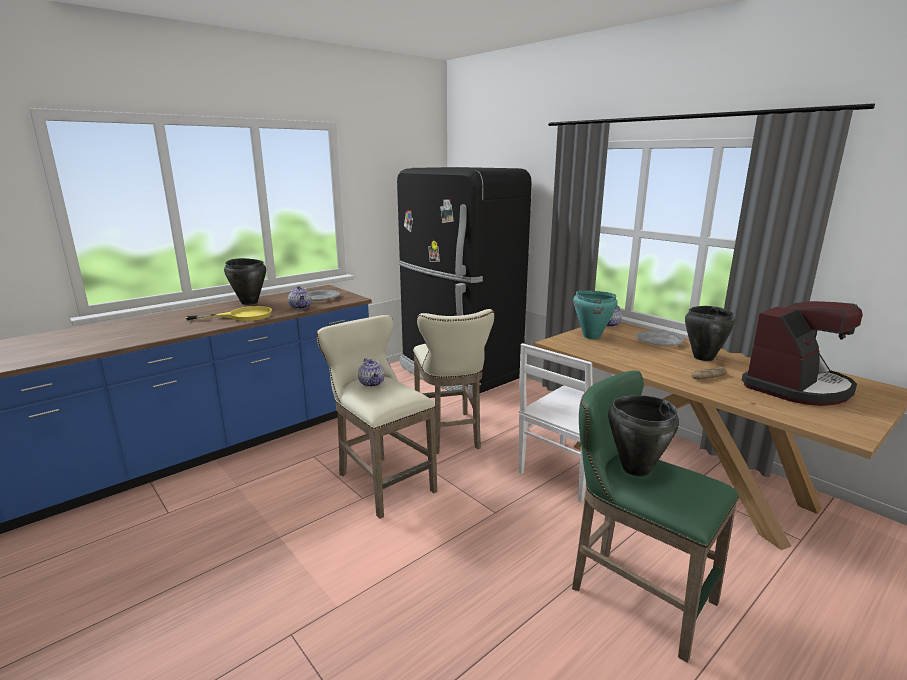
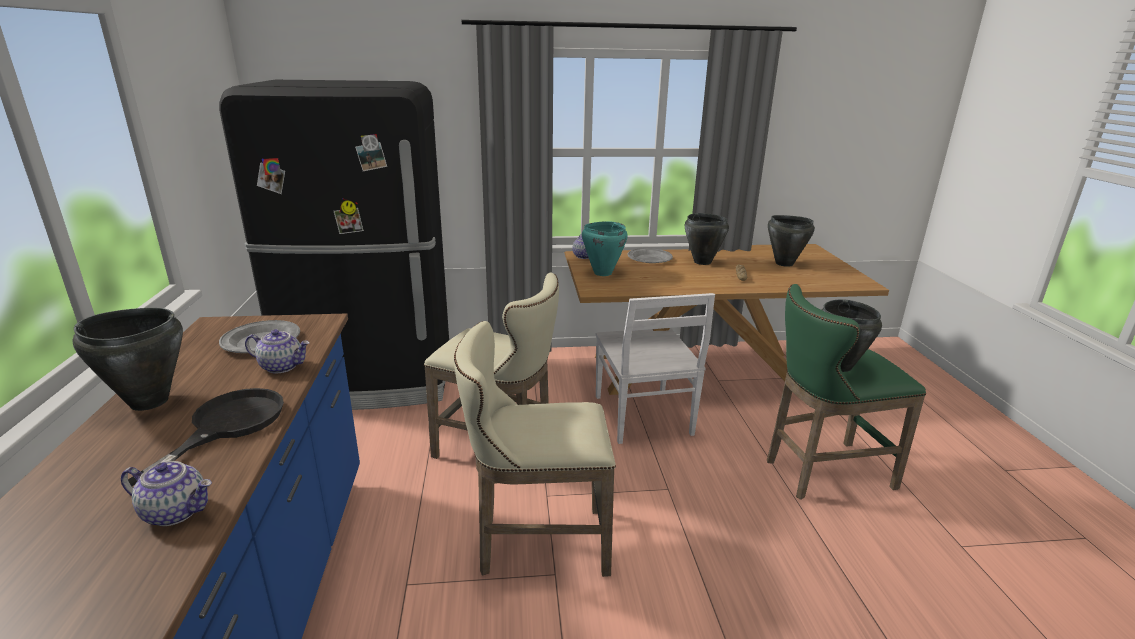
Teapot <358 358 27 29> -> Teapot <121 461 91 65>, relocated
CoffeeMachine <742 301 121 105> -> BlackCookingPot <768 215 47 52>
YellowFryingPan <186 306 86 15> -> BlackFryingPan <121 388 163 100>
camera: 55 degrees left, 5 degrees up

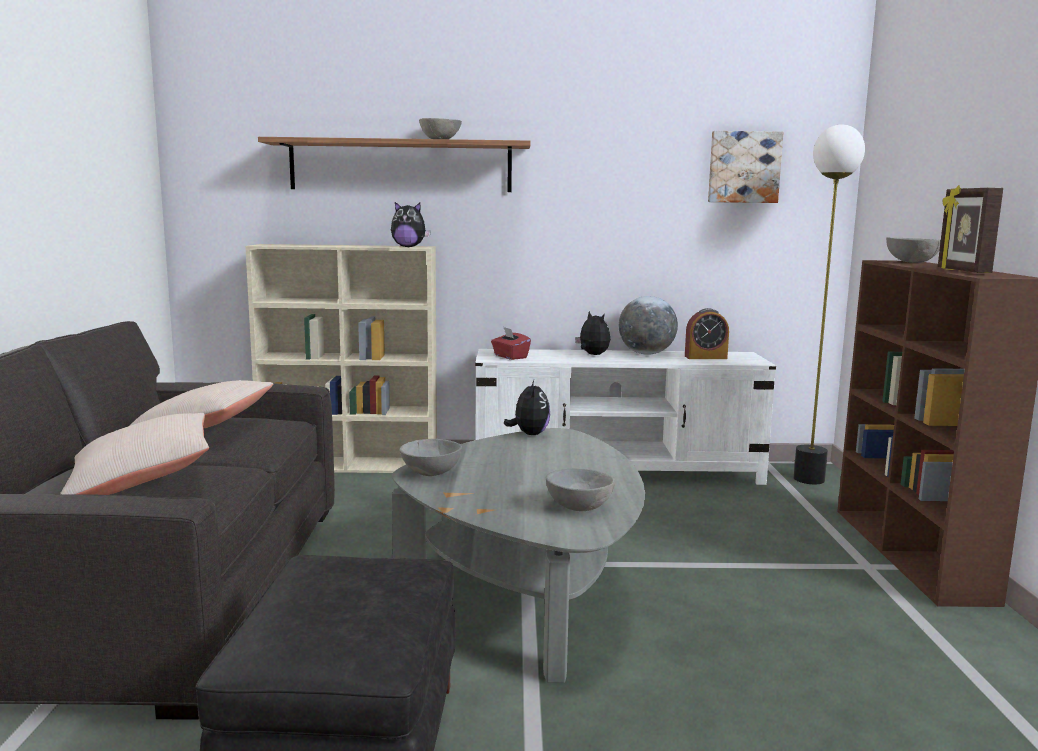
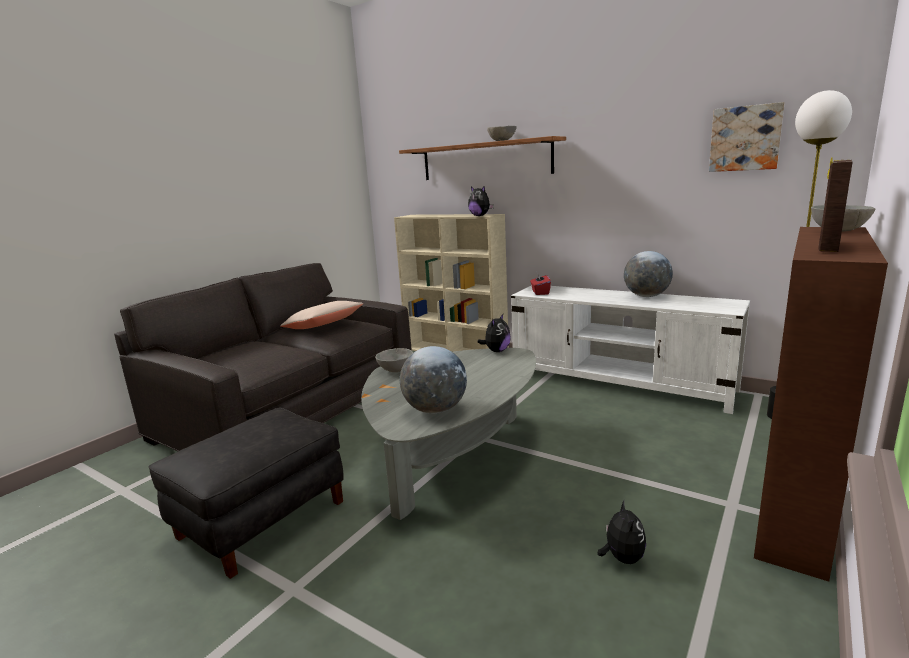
BeigePillow <60 413 149 82> -> none
AlarmClock <685 308 44 51> -> none
PlushToy <575 311 35 44> -> PlushToy <598 501 48 63>, relocated
GreyBowl <546 469 69 42> -> Globe <400 346 67 68>
camera: 35 degrees right, 5 degrees up

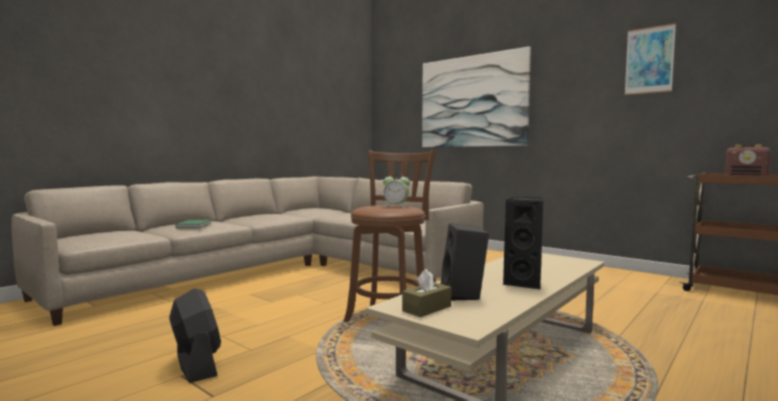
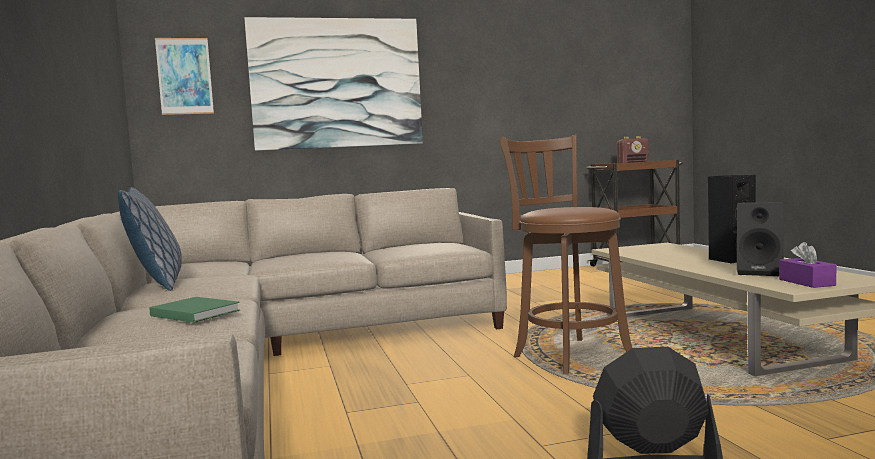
AlarmClock <383 172 27 36> -> none
none -> Pillow <118 187 64 104>
Picture <625 23 51 72> -> Picture <155 38 59 77>, relocated
BrownTissueBox <402 269 49 48> -> PurpleTissueBox <779 242 57 46>
camera: 55 degrees left, 0 degrees up

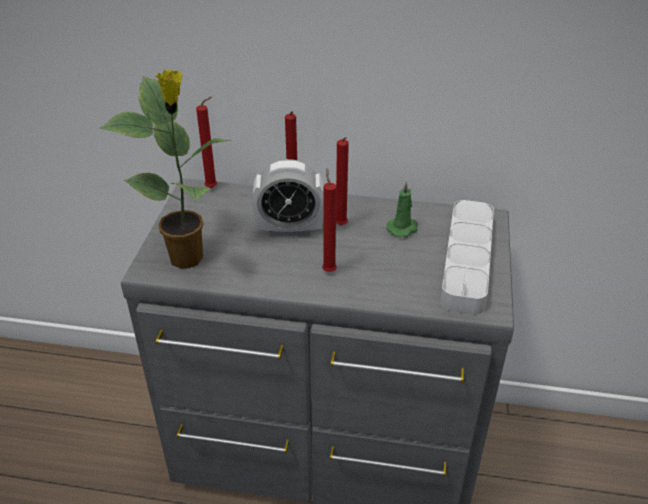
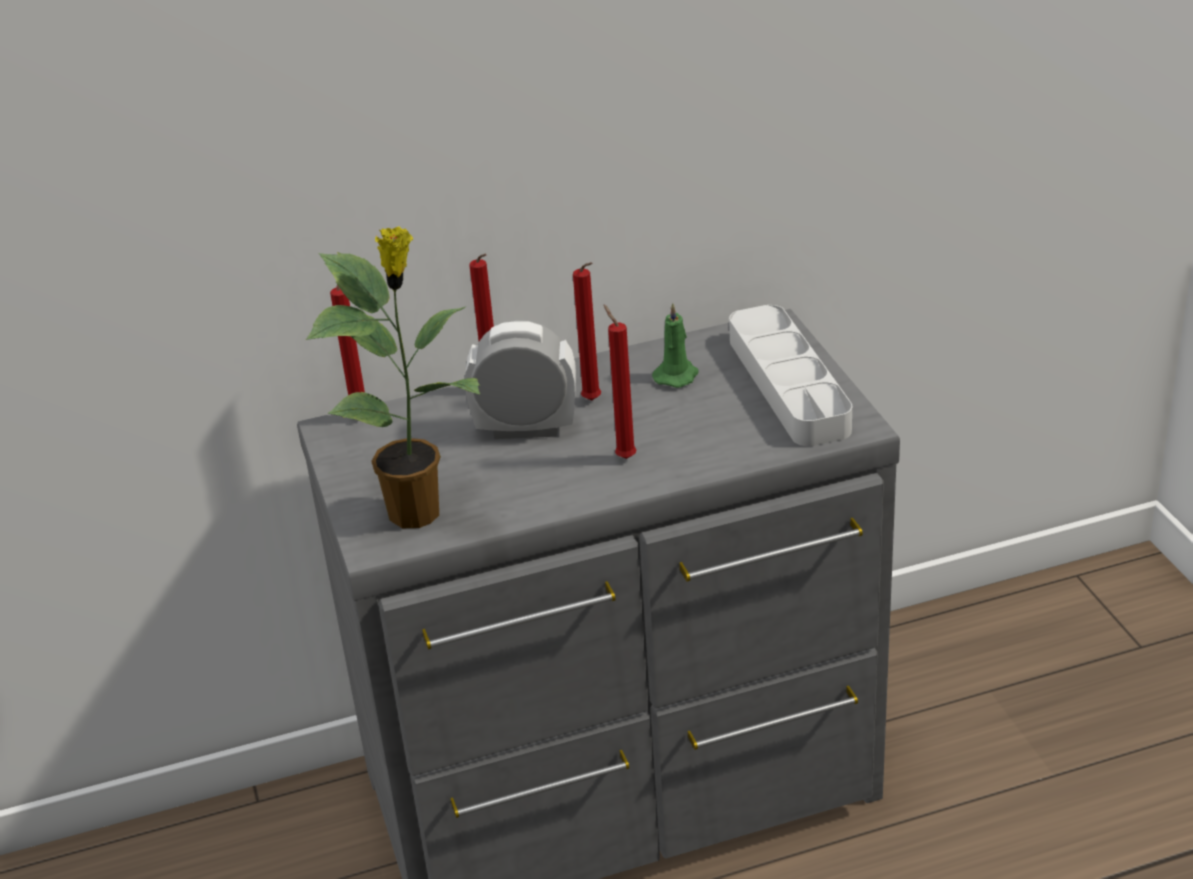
AlarmClock <252 159 72 77> -> AlarmClock <465 320 111 119>, 150 degrees counterclockwise
camera: 25 degrees left, 5 degrees down

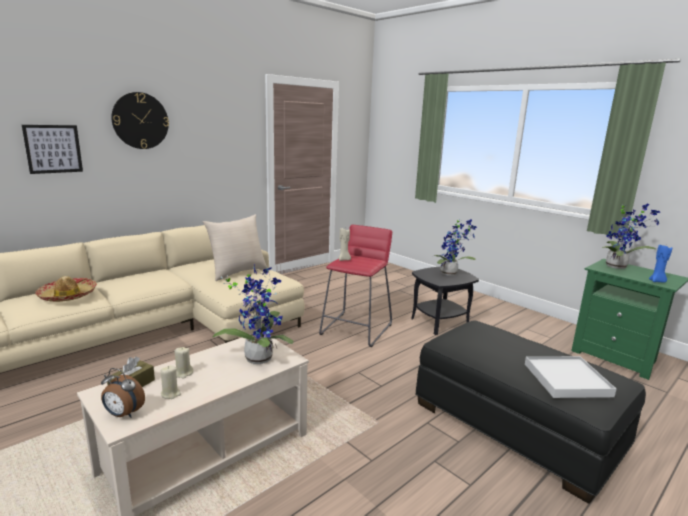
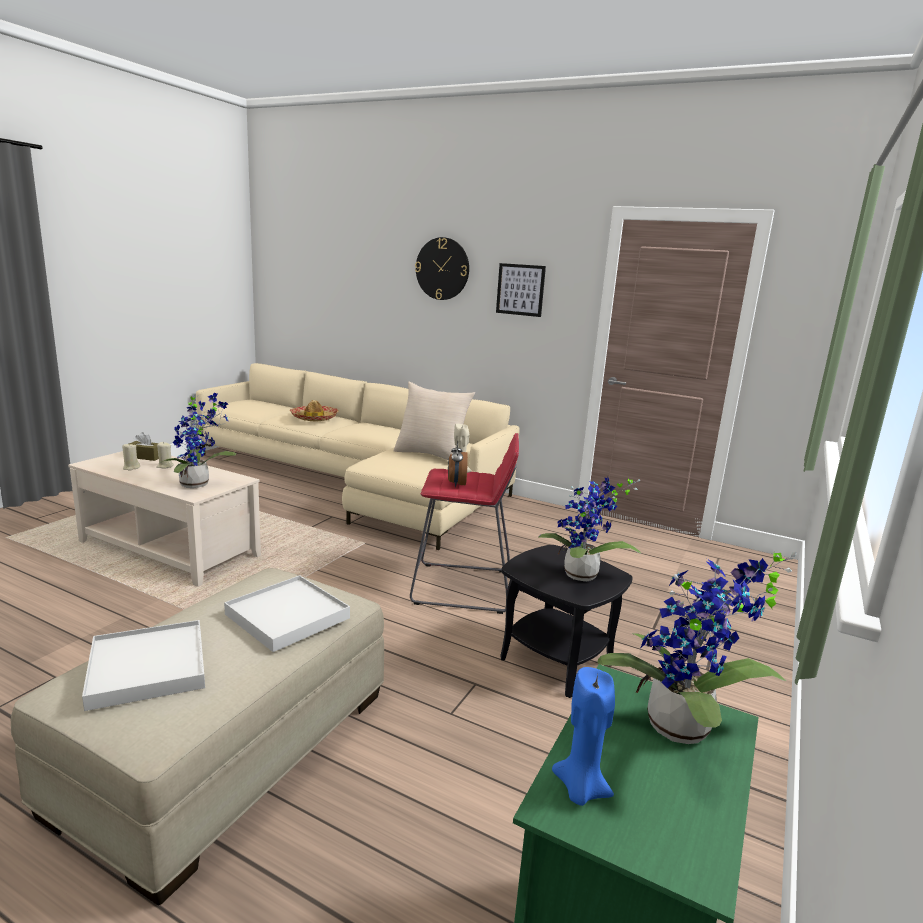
none -> WhiteTray <224 575 126 77>
Picture <22 125 61 49> -> Picture <496 263 50 54>, relocated
AlarmClock <101 368 44 50> -> AlarmClock <448 441 20 46>, relocated
BlackOttoman <415 321 231 183> -> BeigeOttoman <11 568 373 337>
camera: 70 degrees right, 0 degrees up

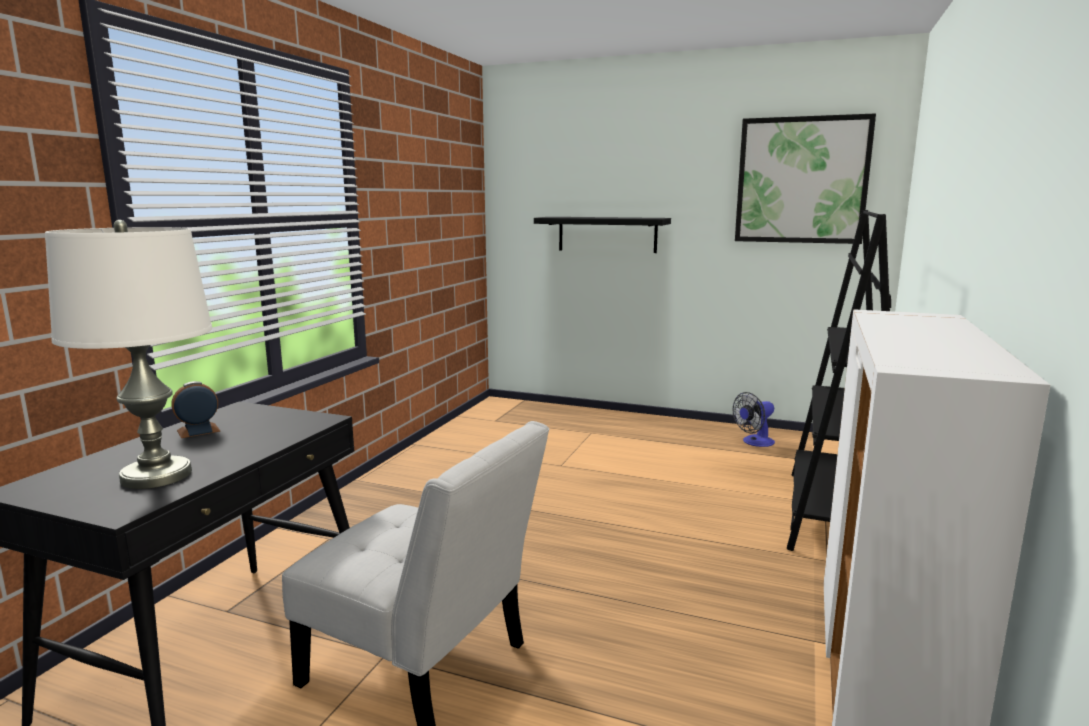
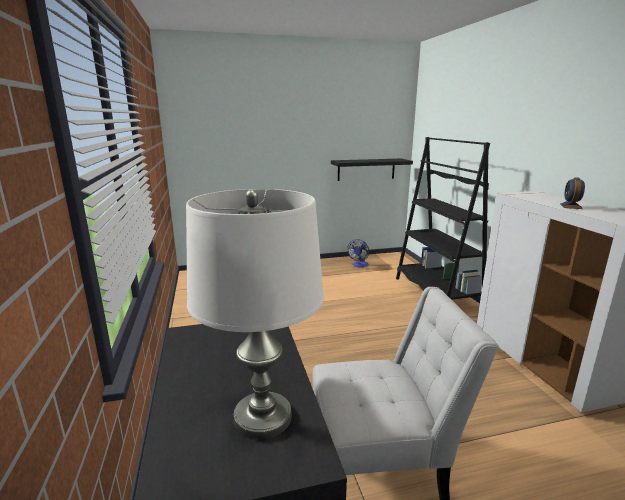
Picture <735 113 141 131> -> none
AlarmClock <171 381 49 57> -> AlarmClock <560 177 25 32>, relocated
BlackShelf <534 217 137 36> -> BlackShelf <331 158 82 23>, relocated
camera: 35 degrees left, 5 degrees up

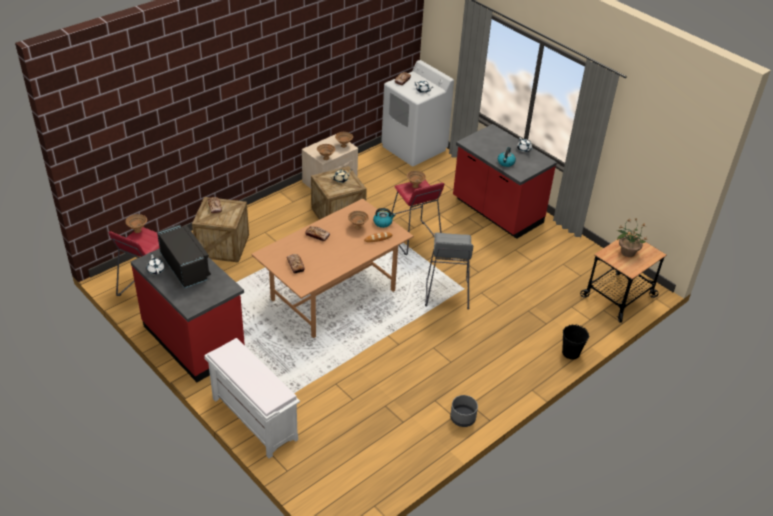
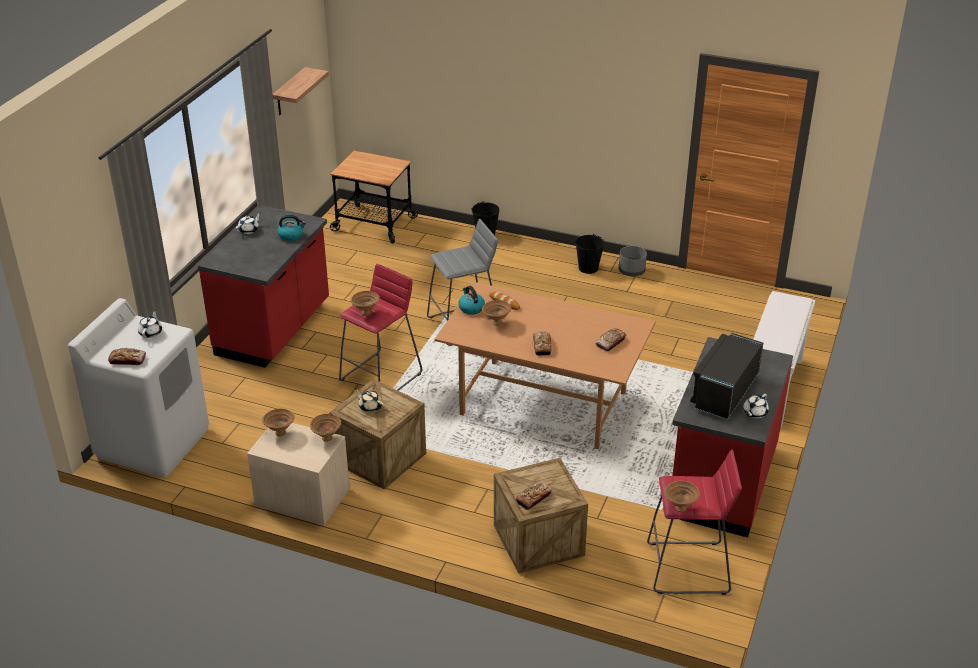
PottedPlant <617 218 30 39> -> none
none -> Shelf <273 67 56 48>
none -> BlackBucket <575 234 30 40>
camera: 115 degrees left, 5 degrees down

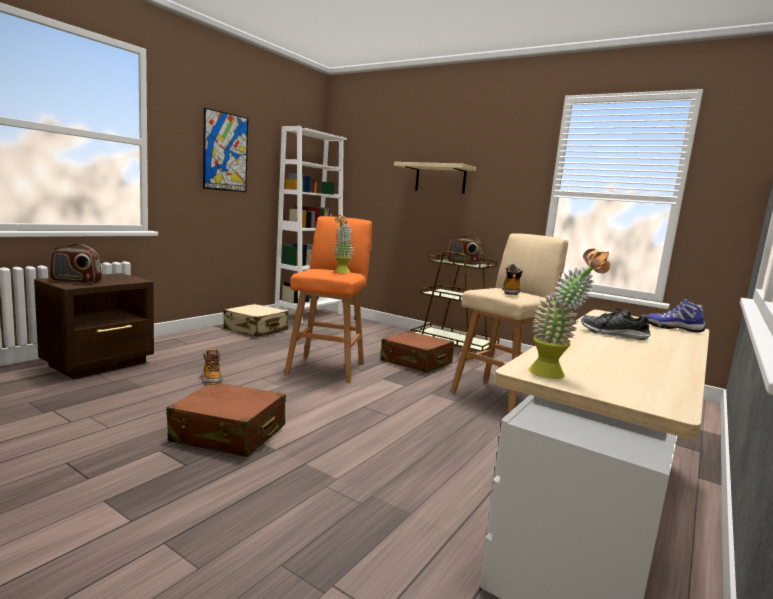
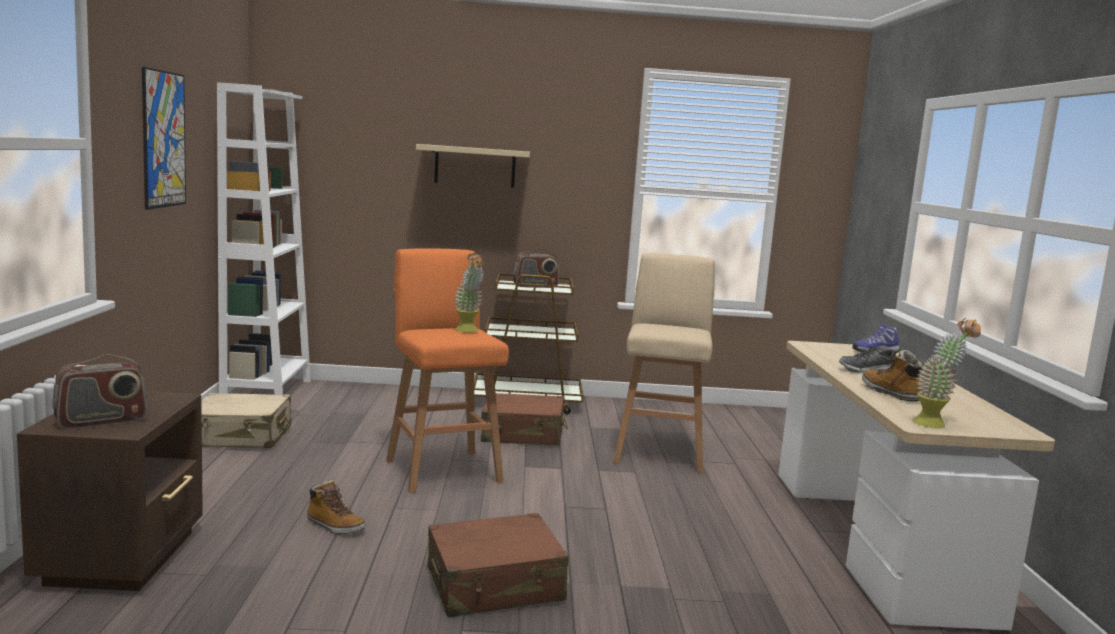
Boot <502 263 21 32> -> Boot <862 350 62 52>, relocated
camera: 35 degrees left, 0 degrees up

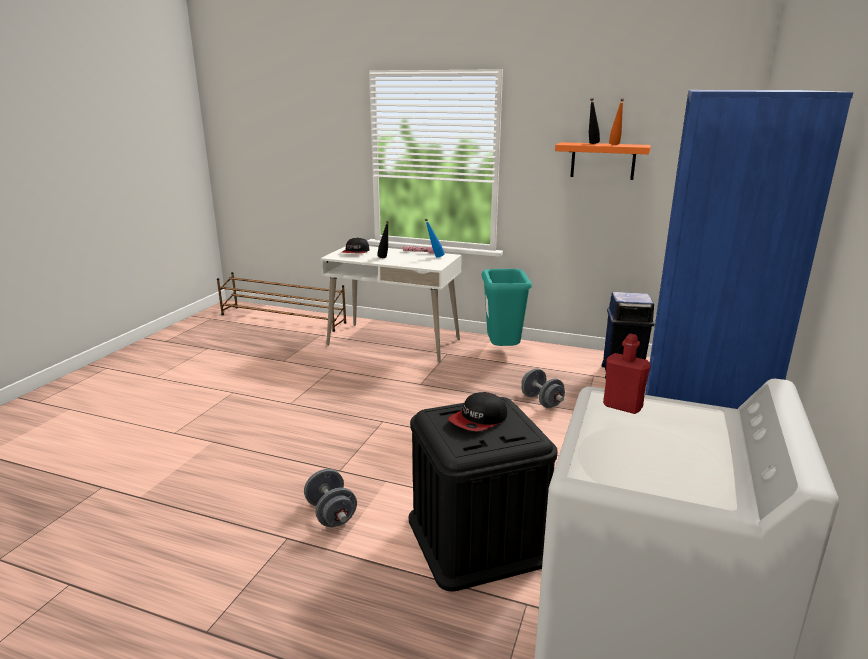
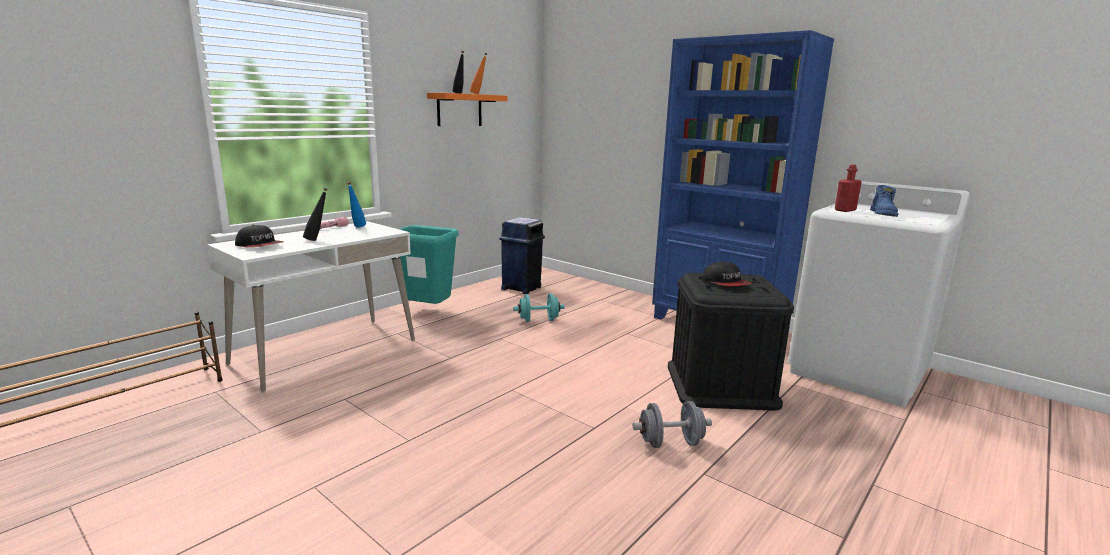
none -> BlueBoot <870 185 28 32>
GreyDumbbell <521 369 44 39> -> TurquoiseDumbbell <513 293 52 29>
camera: 70 degrees left, 5 degrees down

